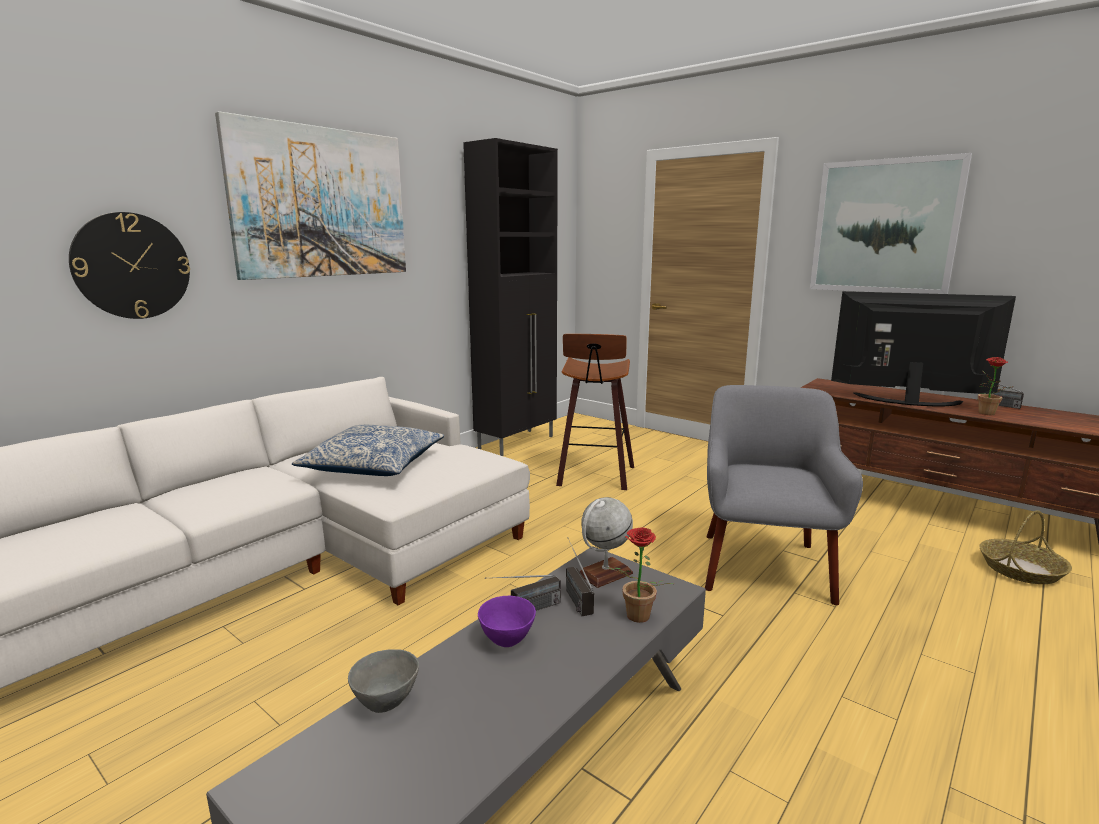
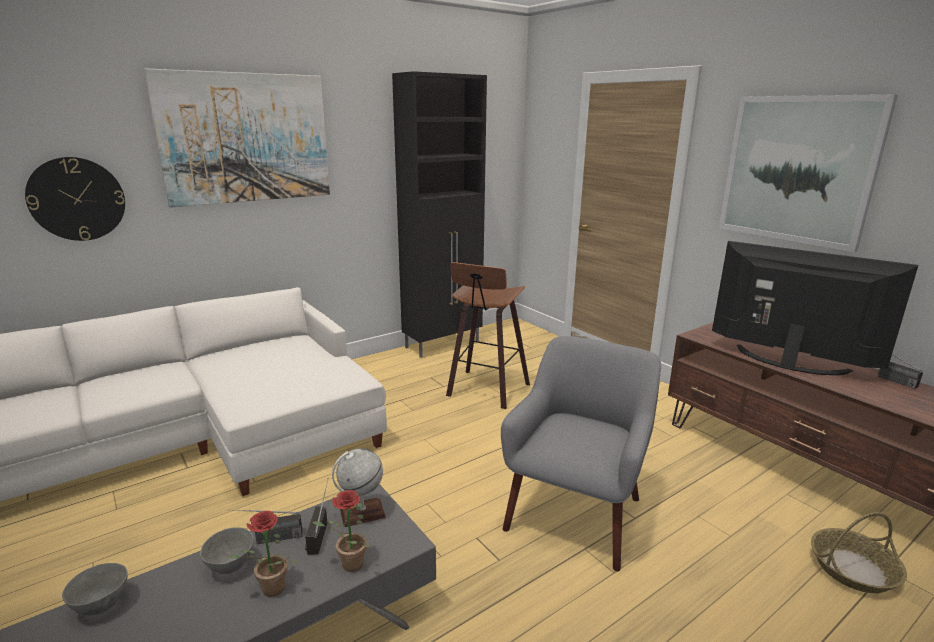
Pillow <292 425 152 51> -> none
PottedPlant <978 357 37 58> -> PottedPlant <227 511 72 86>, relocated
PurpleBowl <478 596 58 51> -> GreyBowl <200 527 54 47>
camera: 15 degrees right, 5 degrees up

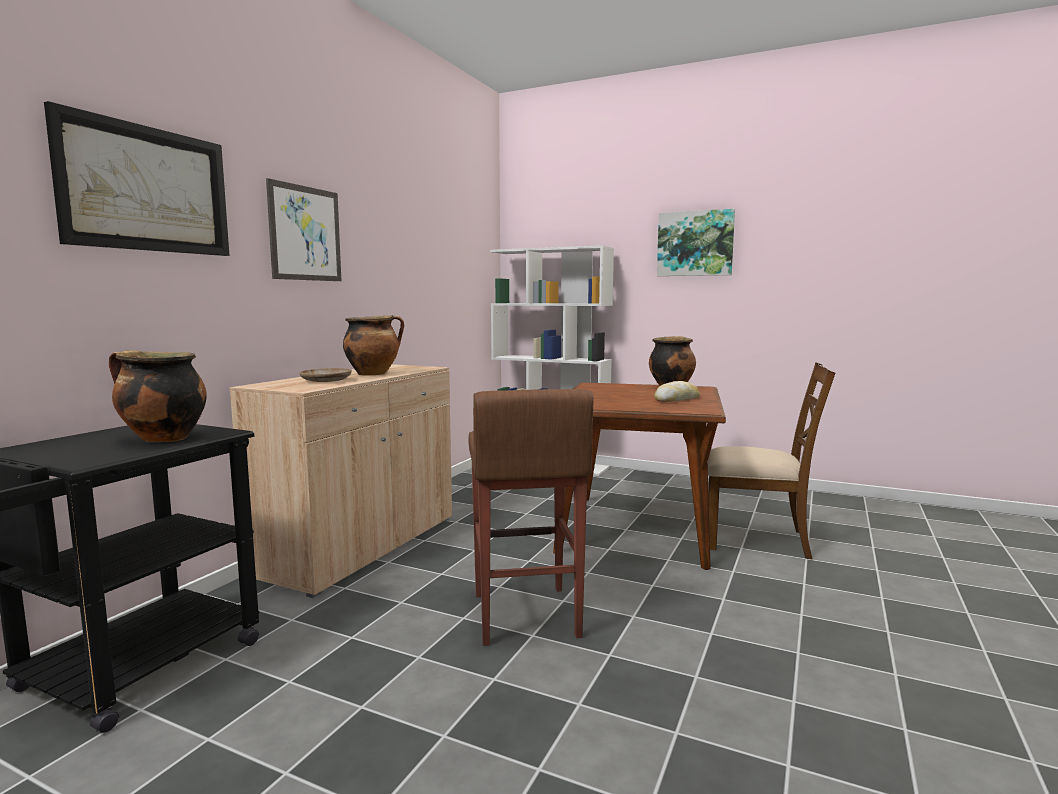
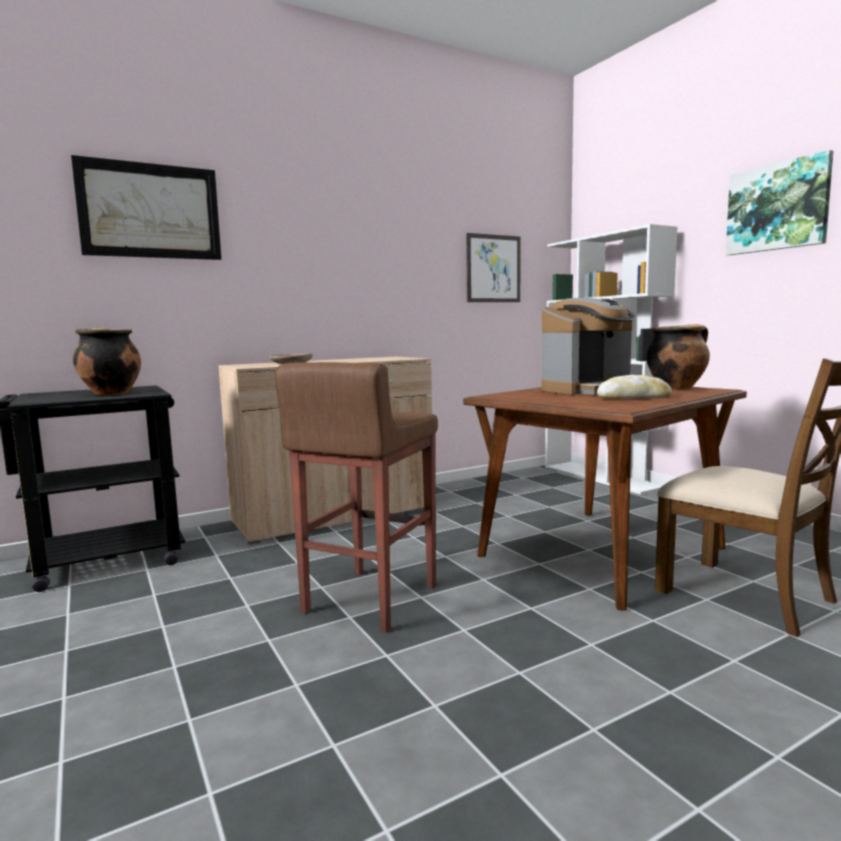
CookingPot <343 315 61 60> -> none
none -> CoffeeMachine <542 298 94 97>
Picture <266 178 76 103> -> Picture <466 233 54 69>, relocated
camera: 35 degrees right, 0 degrees up

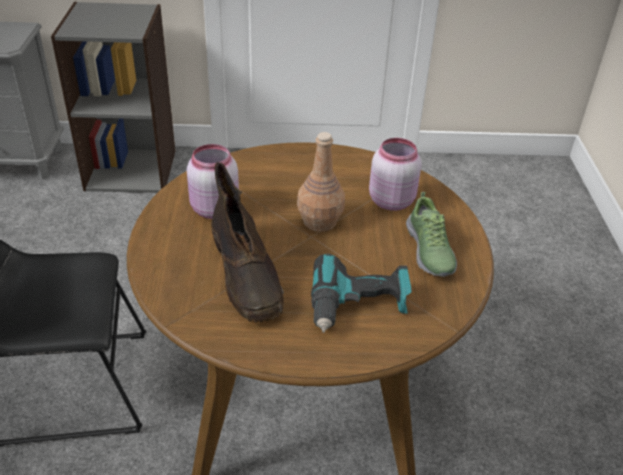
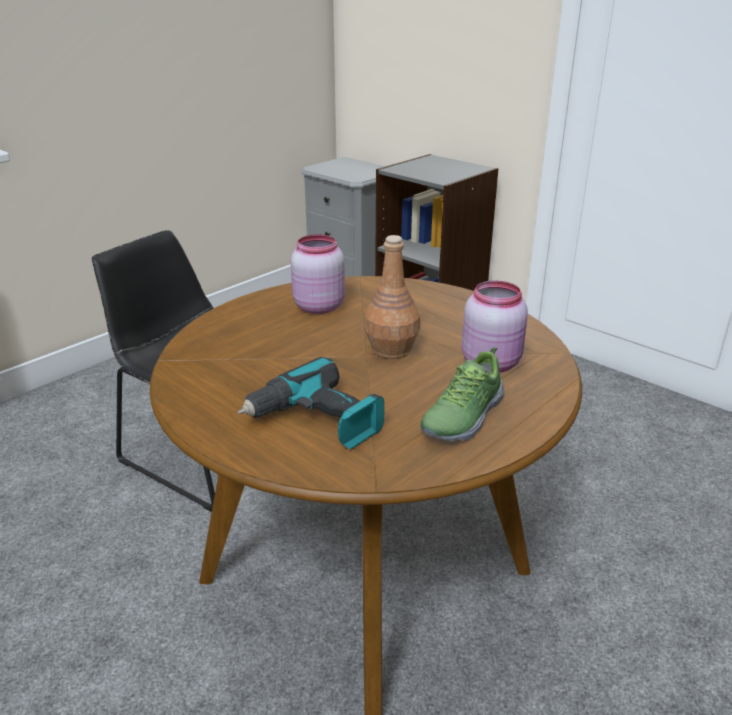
BrownBoot <211 162 73 161> -> none
camera: 45 degrees right, 10 degrees down

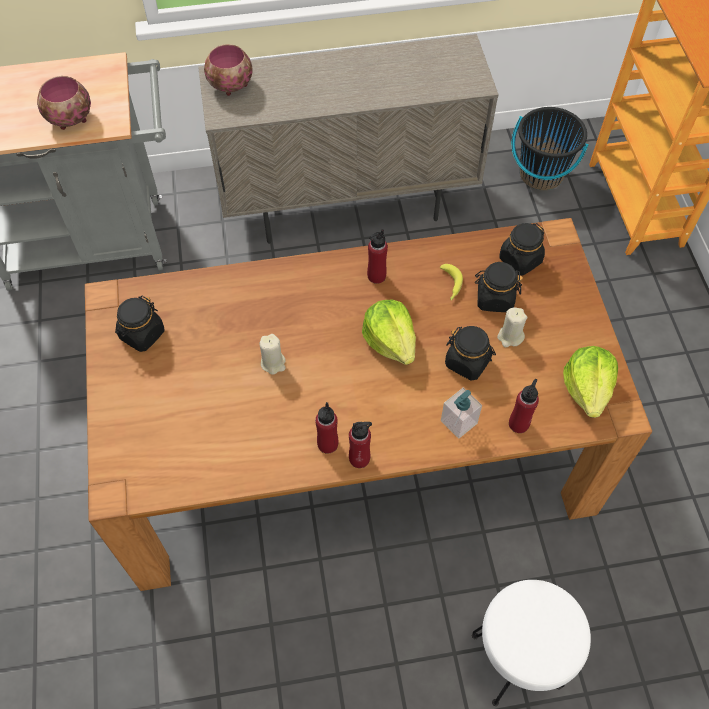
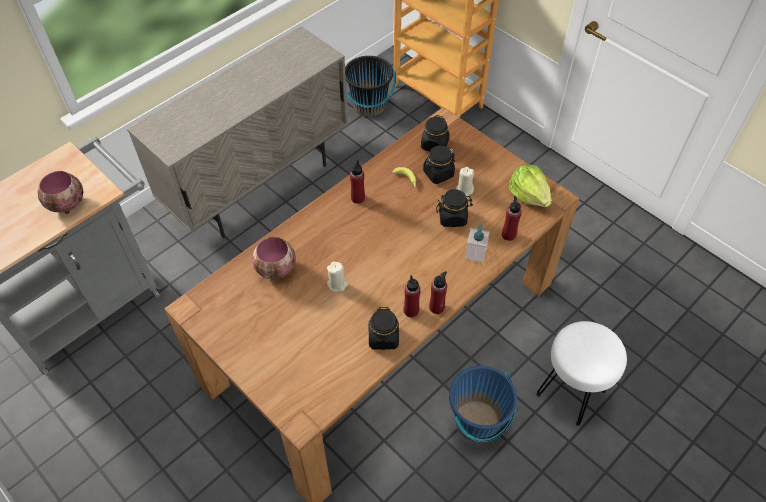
Lettuce <362 299 54 66> -> none
none -> BlueBucket <449 366 68 76>
BlackJar <115 296 49 56> -> BlackJar <369 306 30 44>, relocated
Bowl <204 44 49 52> -> Bowl <252 237 44 43>, relocated
camera: 35 degrees left, 5 degrees down

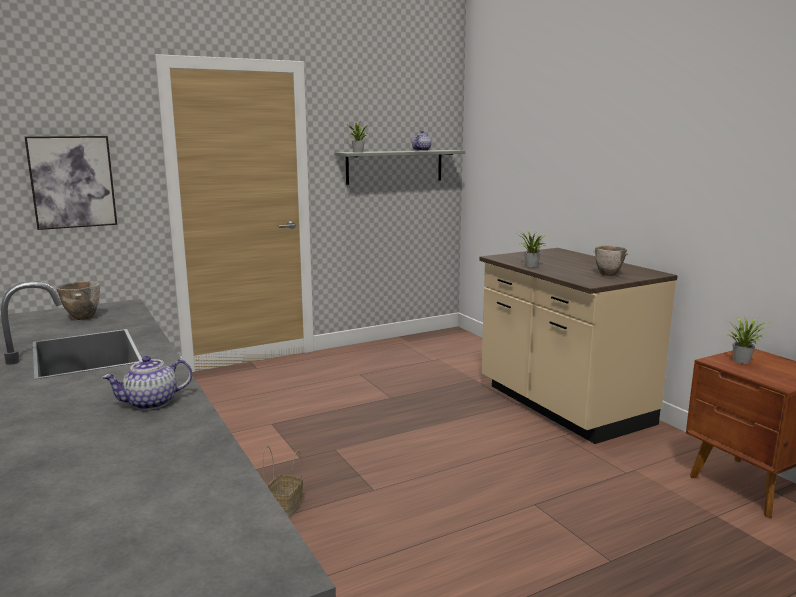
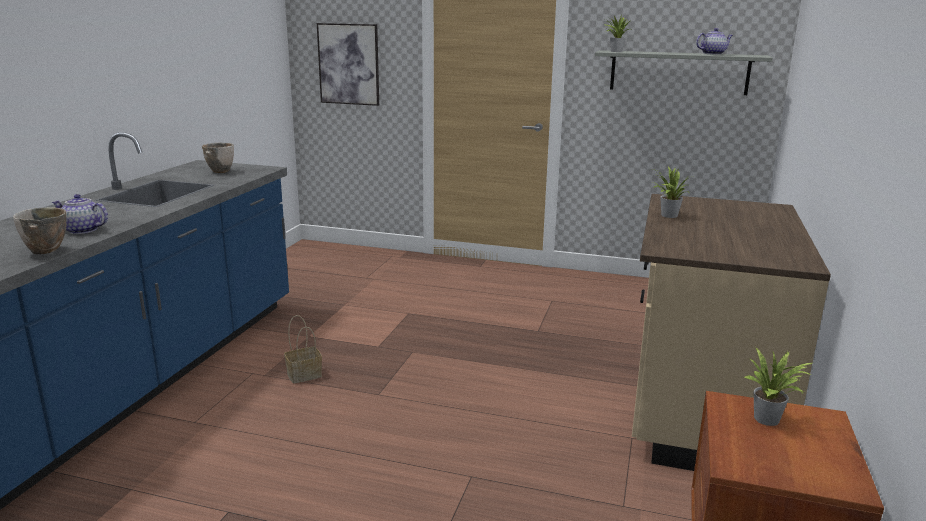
Bowl <594 246 34 30> -> Bowl <13 207 53 47>, relocated
camera: 45 degrees right, 5 degrees up

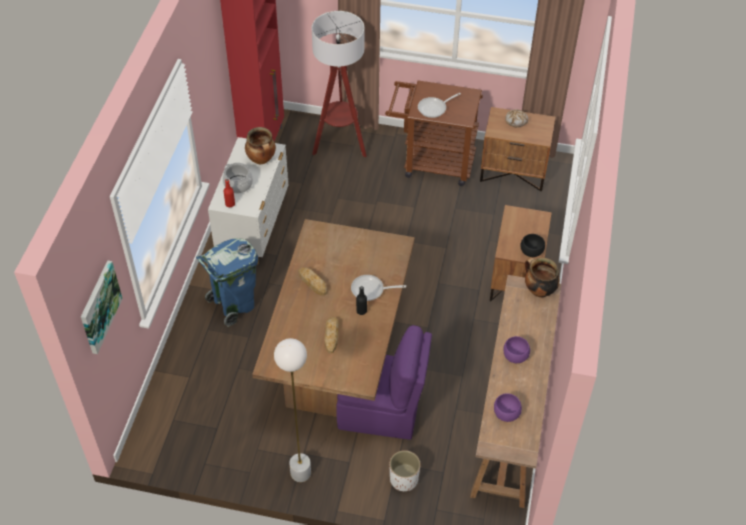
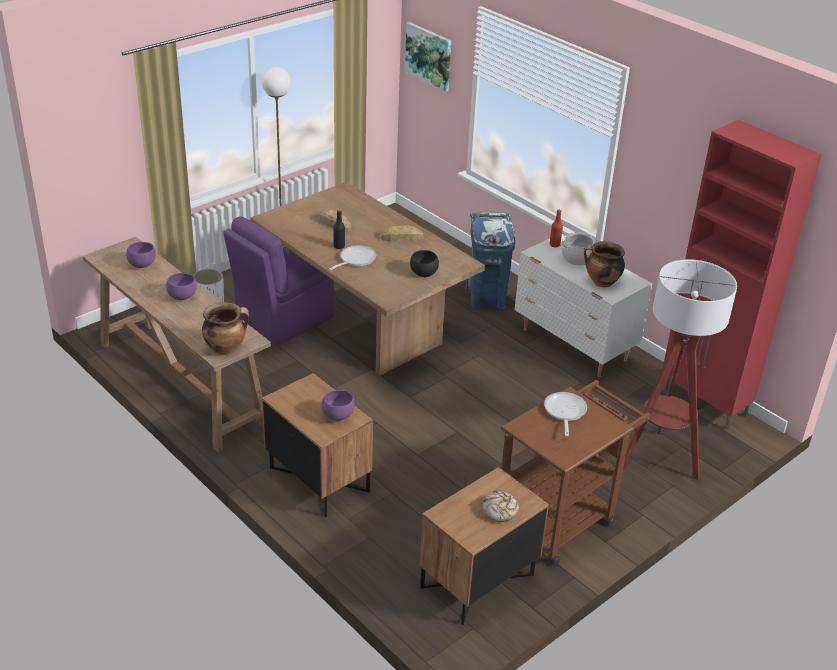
none -> PurpleBowl <322 390 33 31>
BlackBowl <520 234 25 23> -> BlackBowl <410 250 29 27>, relocated
camera: 125 degrees right, 15 degrees down

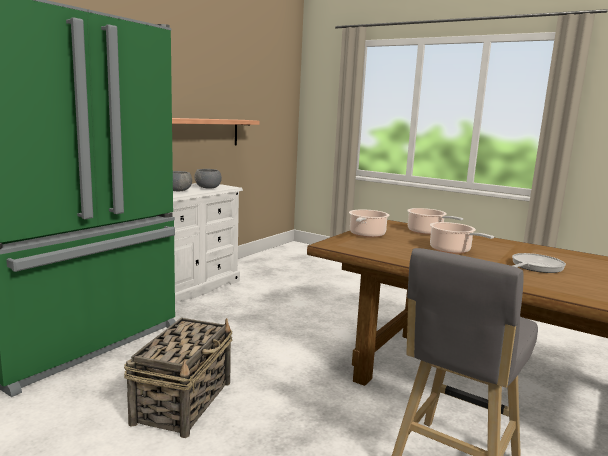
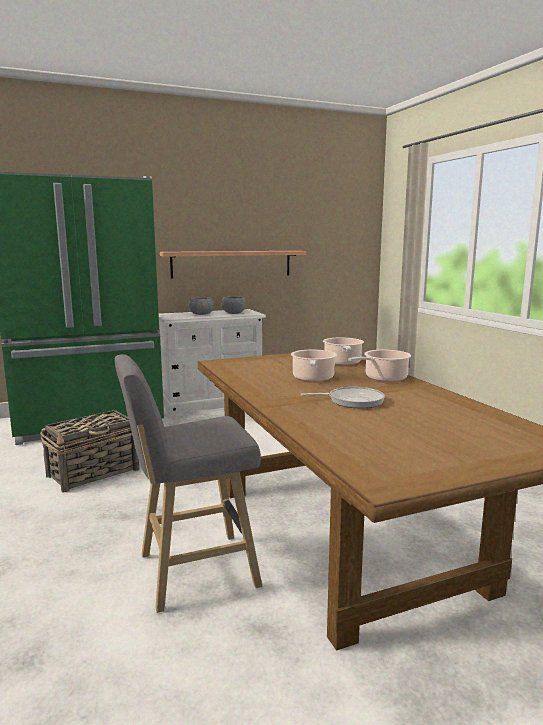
CookingPot <349 209 40 29> -> CookingPot <348 350 63 32>, relocated
camera: 35 degrees right, 0 degrees up

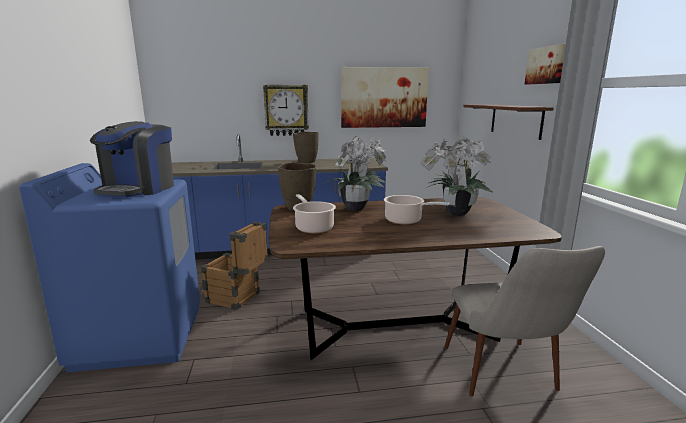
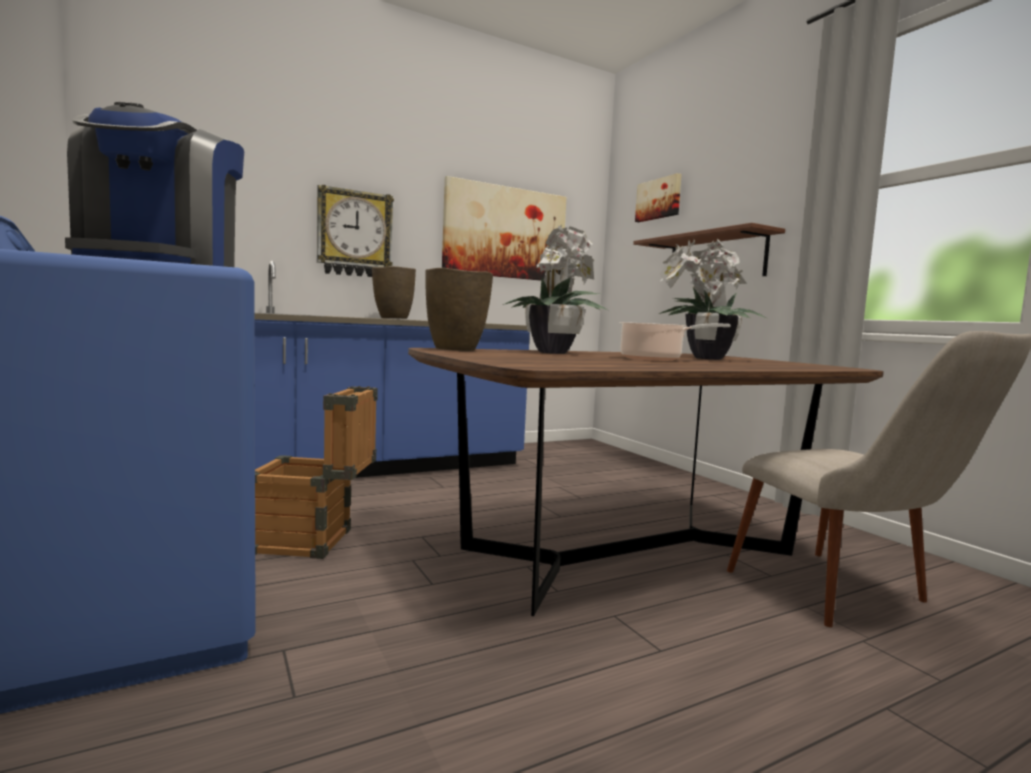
CookingPot <293 194 43 39> -> none
Picture <525 44 41 40> -> Picture <635 173 47 49>, relocated
camera: 20 degrees left, 10 degrees down

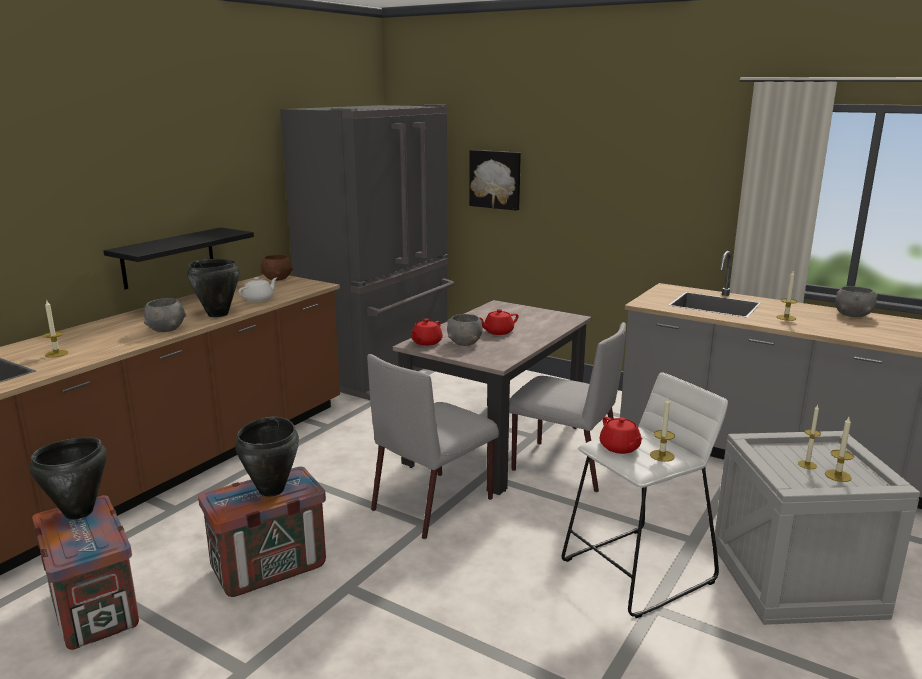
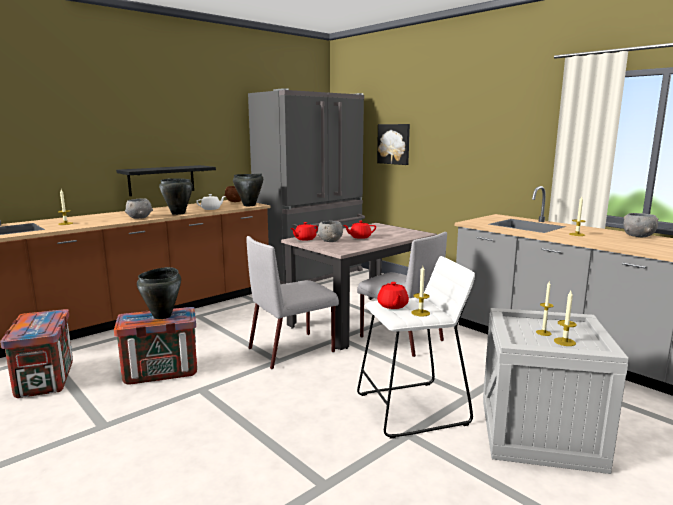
BlackCookingPot <30 437 77 82> -> BlackCookingPot <233 173 30 33>, relocated
camera: 15 degrees right, 5 degrees down

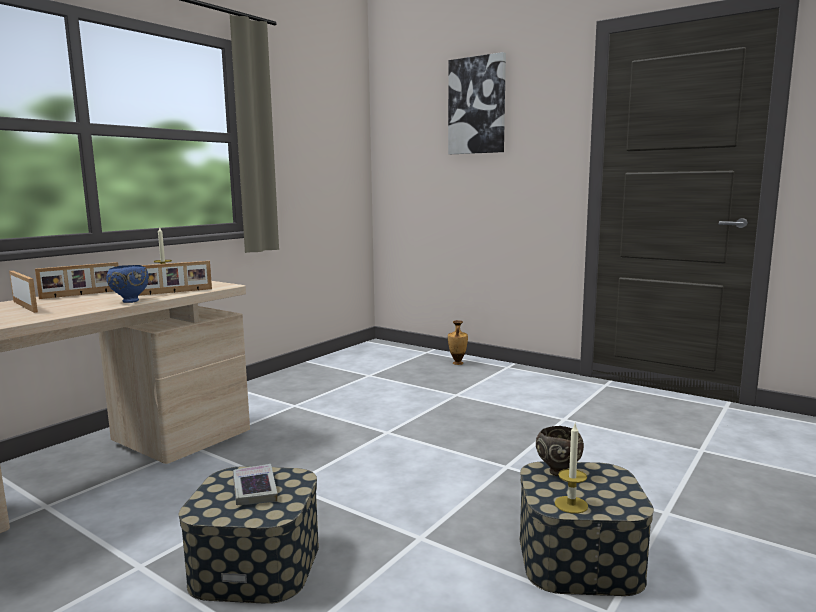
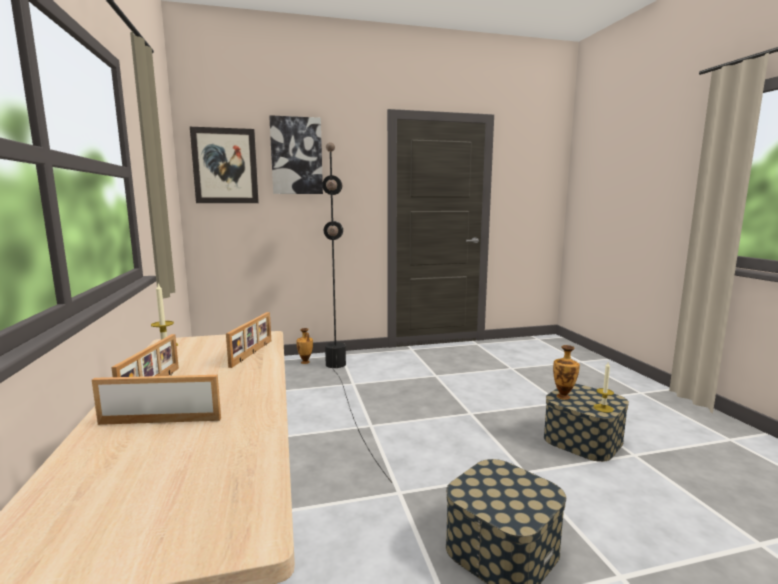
BlueBowl <106 265 43 38> -> none
Book <233 464 45 41> -> none
none -> Picture <190 127 69 76>
none -> BlackFloorLamp <322 142 70 341>
BrownBowl <536 426 48 50> -> Vase <553 345 27 55>
camera: 50 degrees left, 0 degrees up

